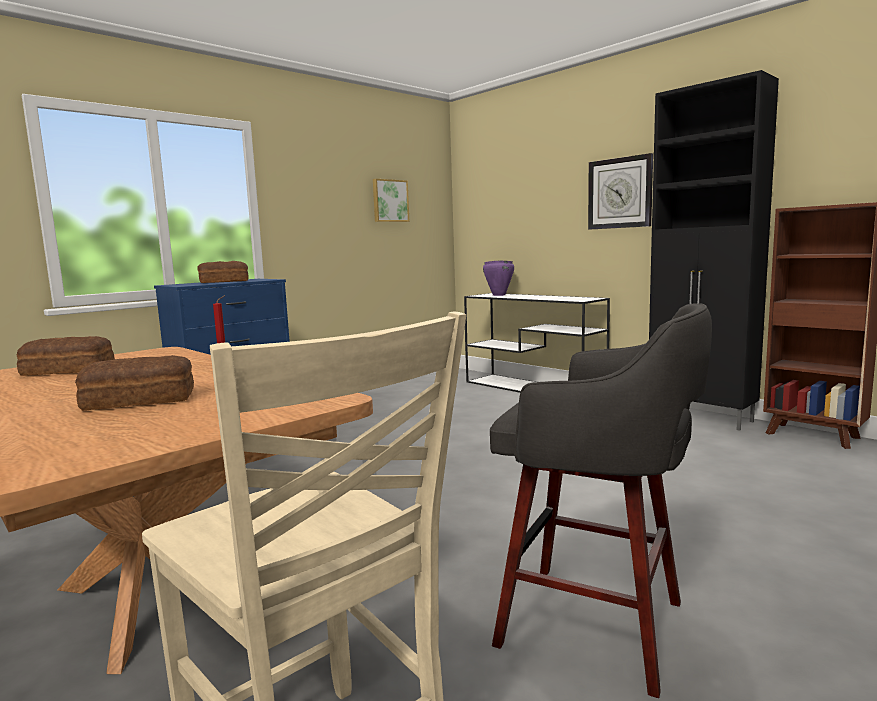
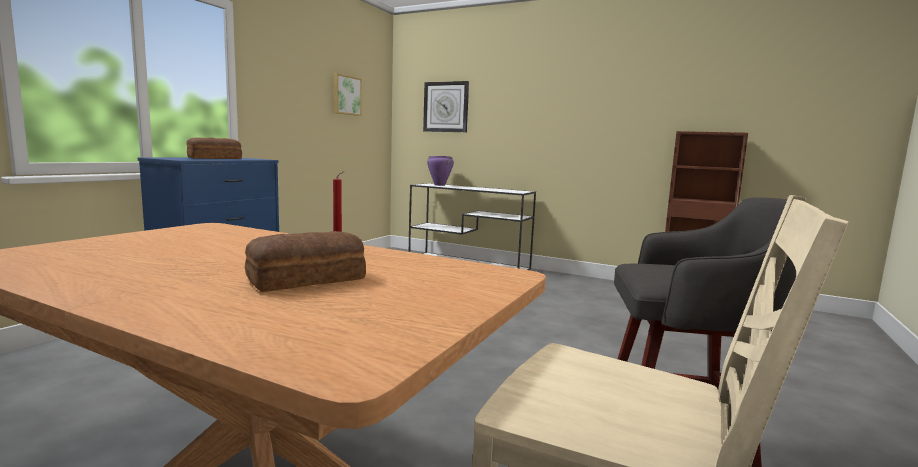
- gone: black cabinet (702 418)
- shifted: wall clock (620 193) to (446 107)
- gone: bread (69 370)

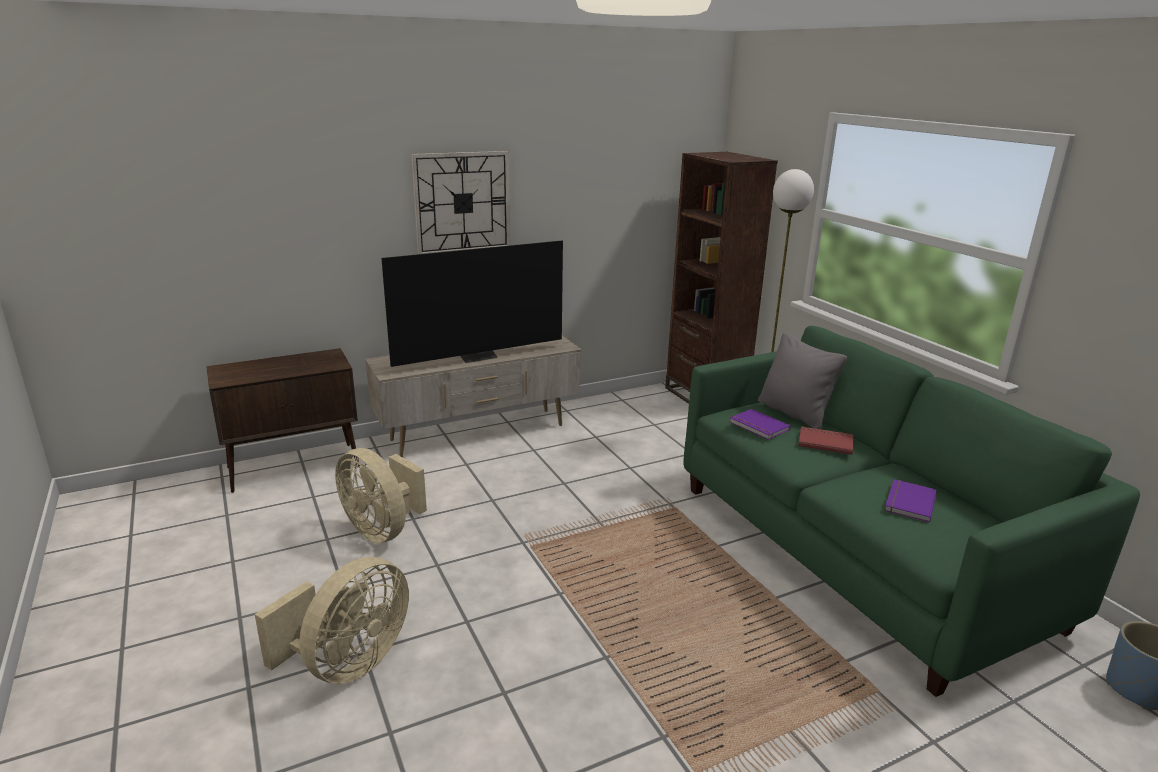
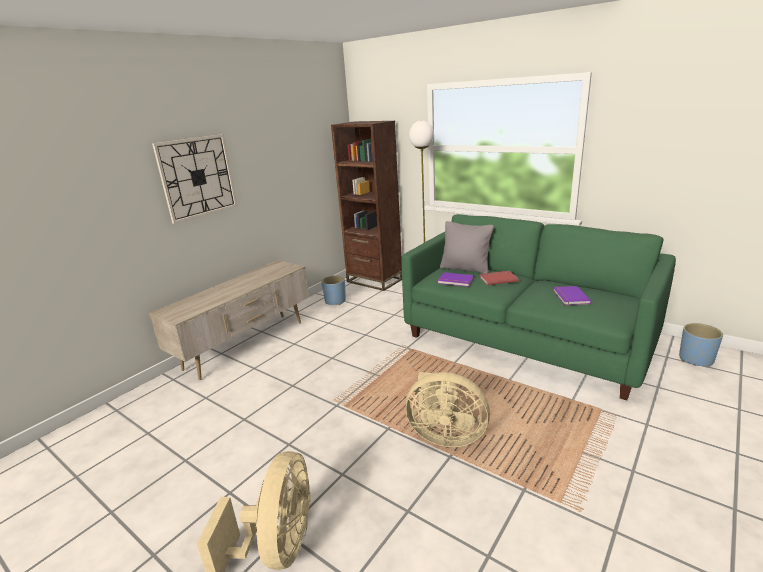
- gone: television (478 356)
- gone: brown cabinet (295 467)
- shifted: beige fan (382 530) to (445 435)
- new: blue planter (335 301)

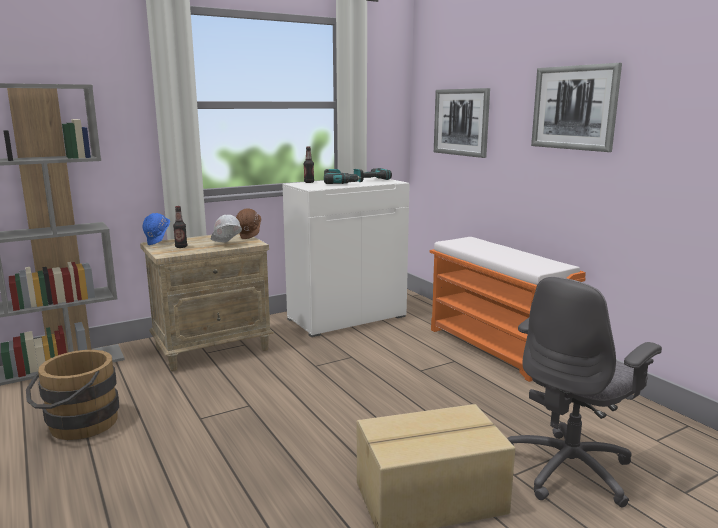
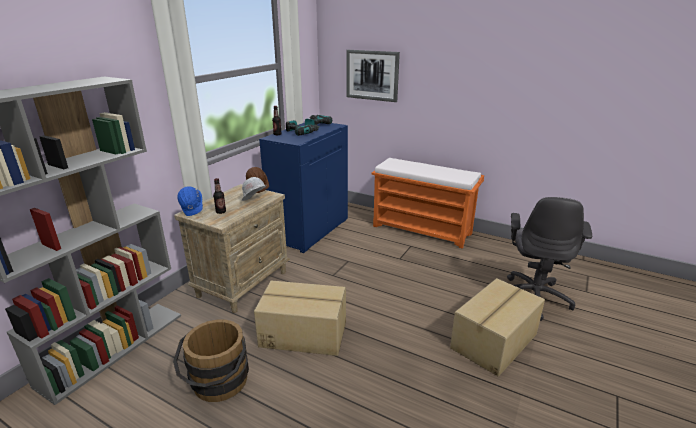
- gone: picture (574 108)
- repainted: white cabinet (347 317) to blue cabinet (309 230)
- new: cardboard box (303 333)

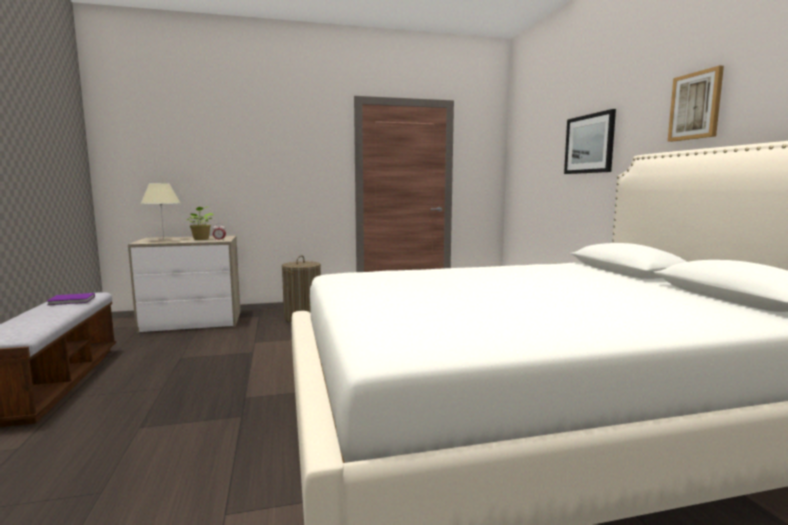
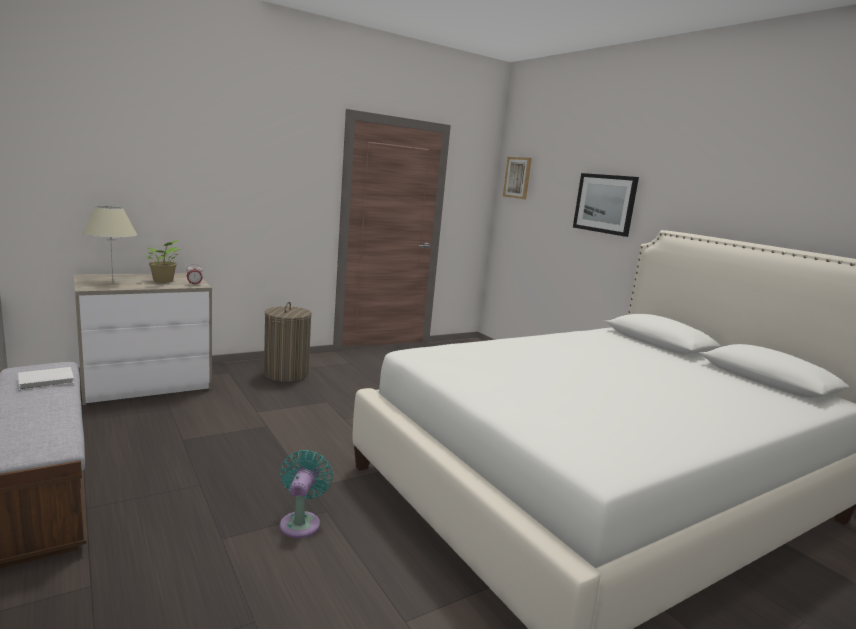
- shifted: picture (695 106) to (517 177)
- repainted: purple book (72 301) to white book (48 380)
- new: turquoise fan (301 522)

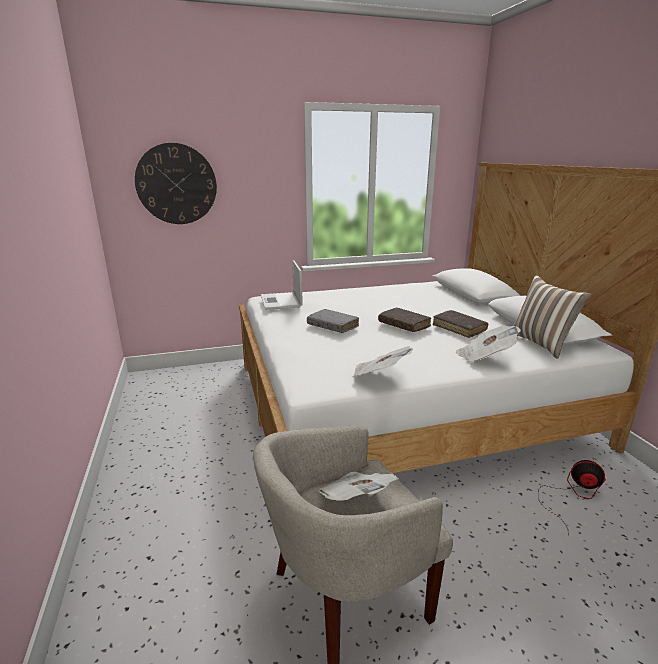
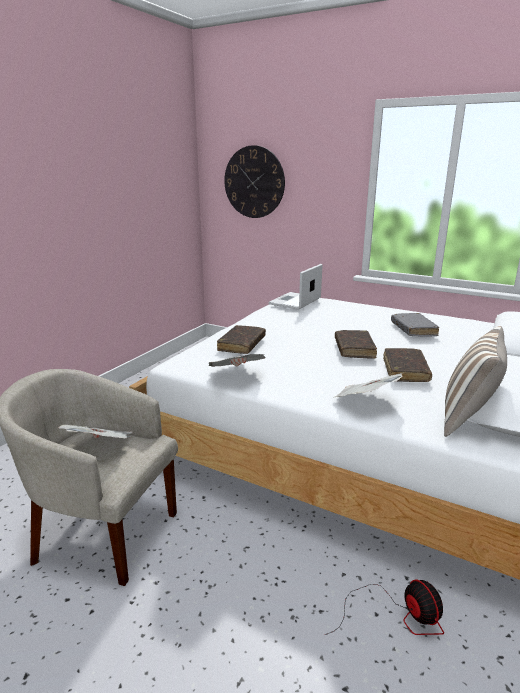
- shifted: grey book (332 326) to (413 330)
- new: brown book (242 345)

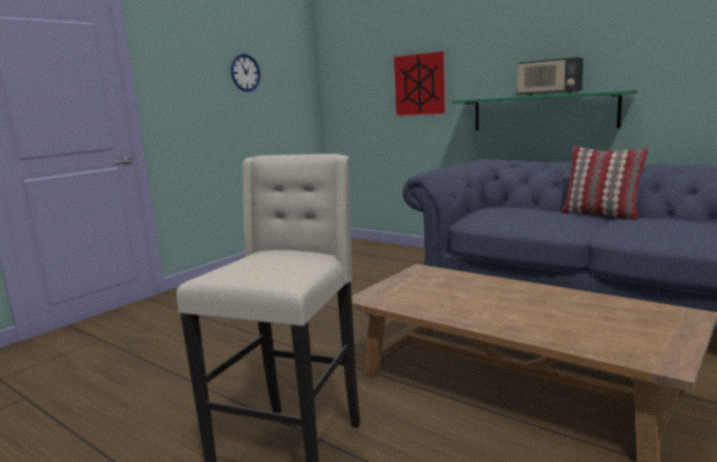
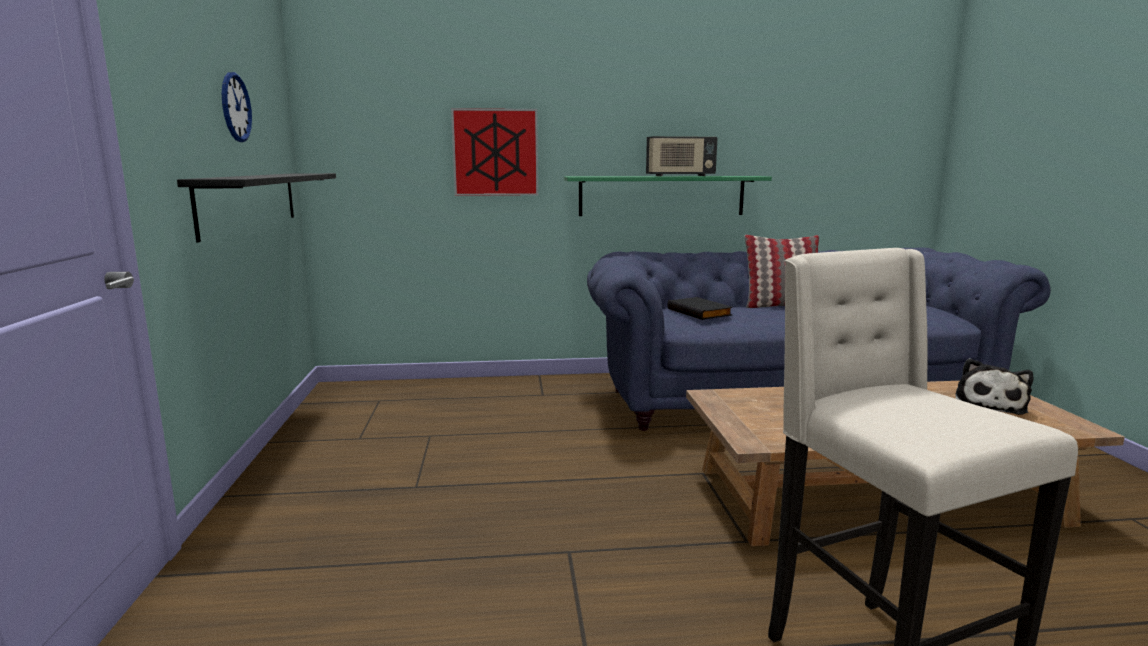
- new: black shelf (250 201)
- new: black book (700 312)
- new: plush toy (989 404)

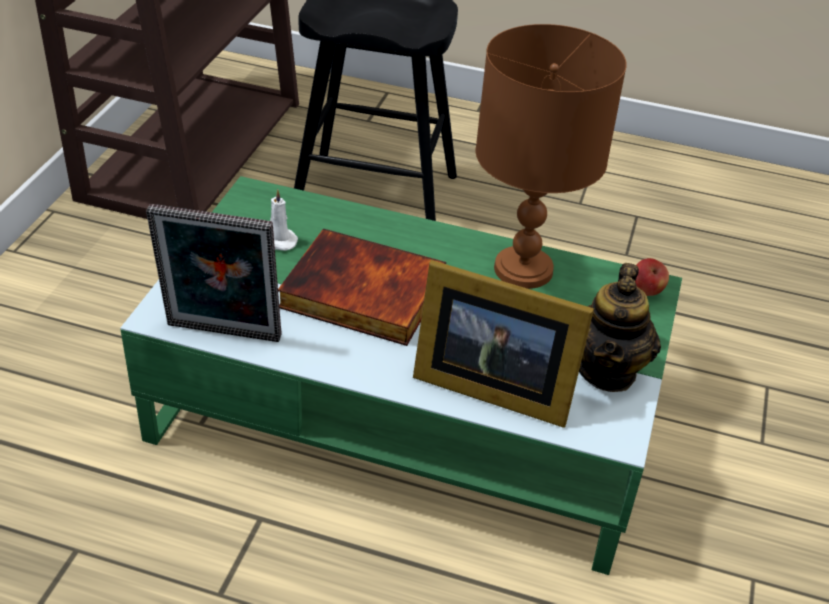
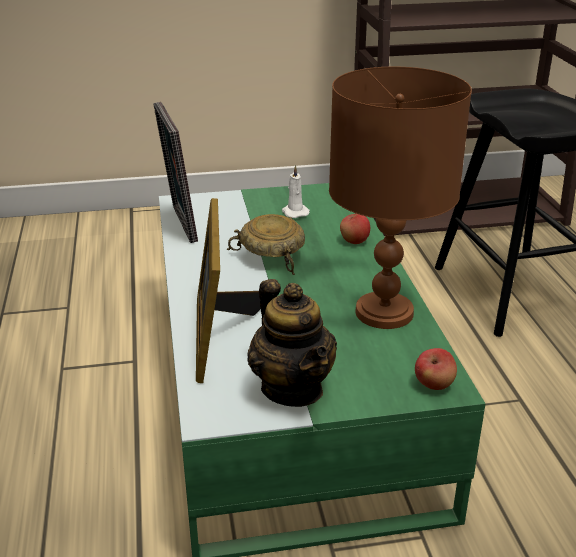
- swapped: book (360 294) to beige bowl (271 255)
- rotated: teapot (607 370) = (292 388) 105 degrees counterclockwise
- new: apple (354 241)

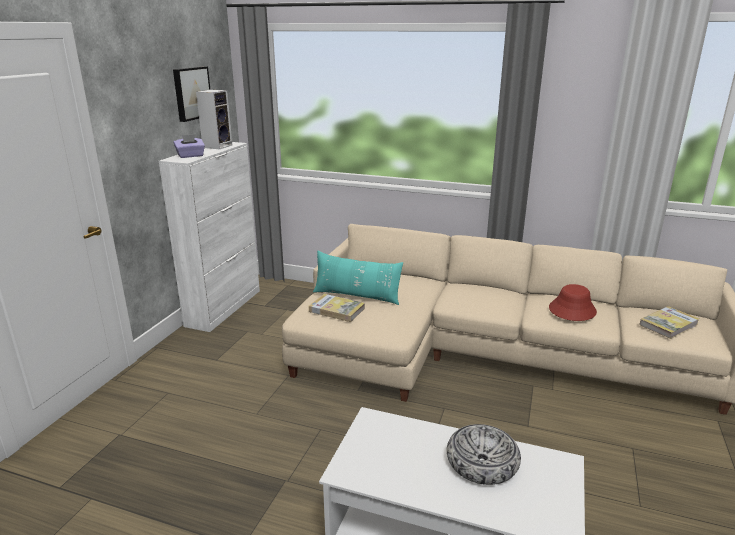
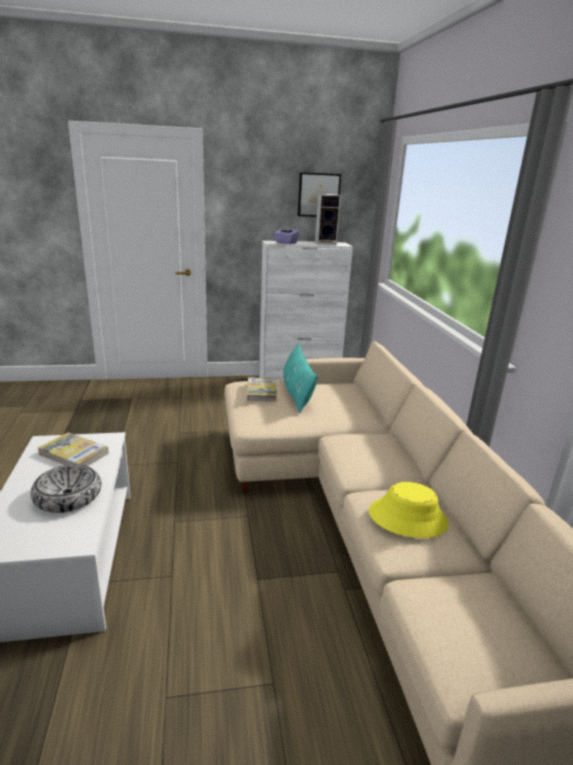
- repainted: red hat (572 310) to yellow hat (408 517)
- shifted: book (668 324) to (74 454)

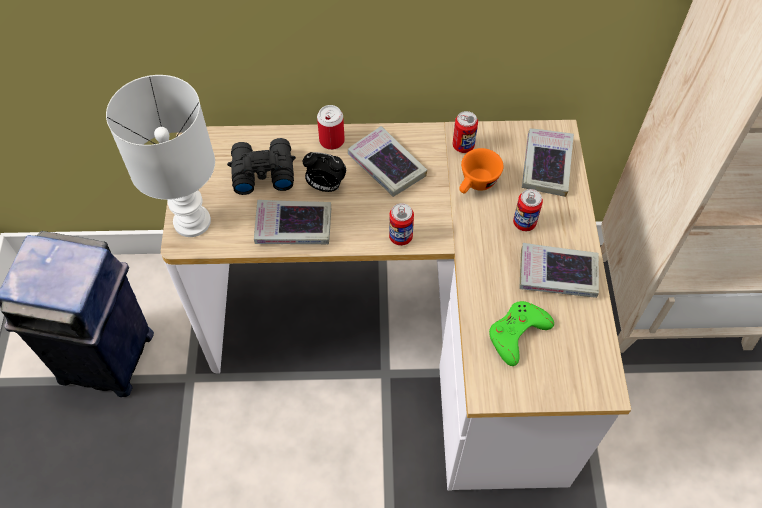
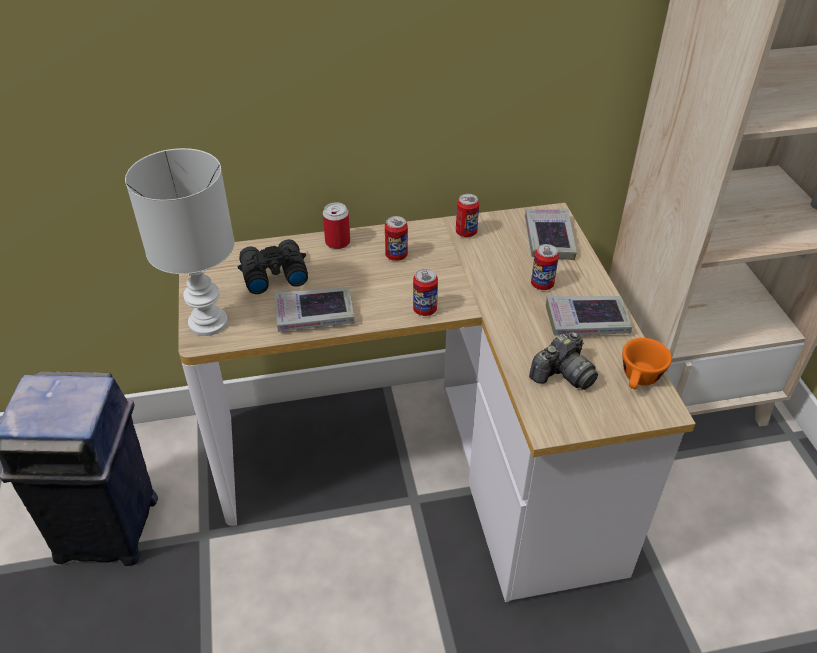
- swapped: book (386 166) to can (396 256)
- shifted: orange cup (476 184) to (639 380)
- gone: alarm clock (325 186)
- swapped: green game controller (517 334) to photo camera (563 374)

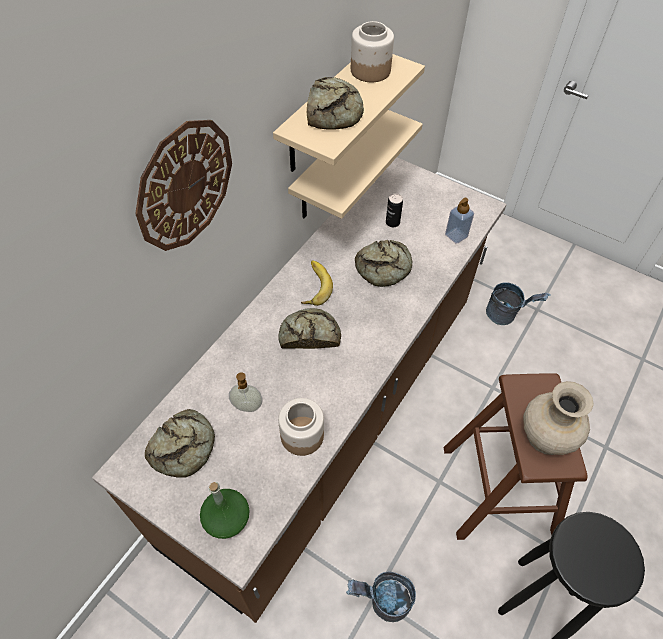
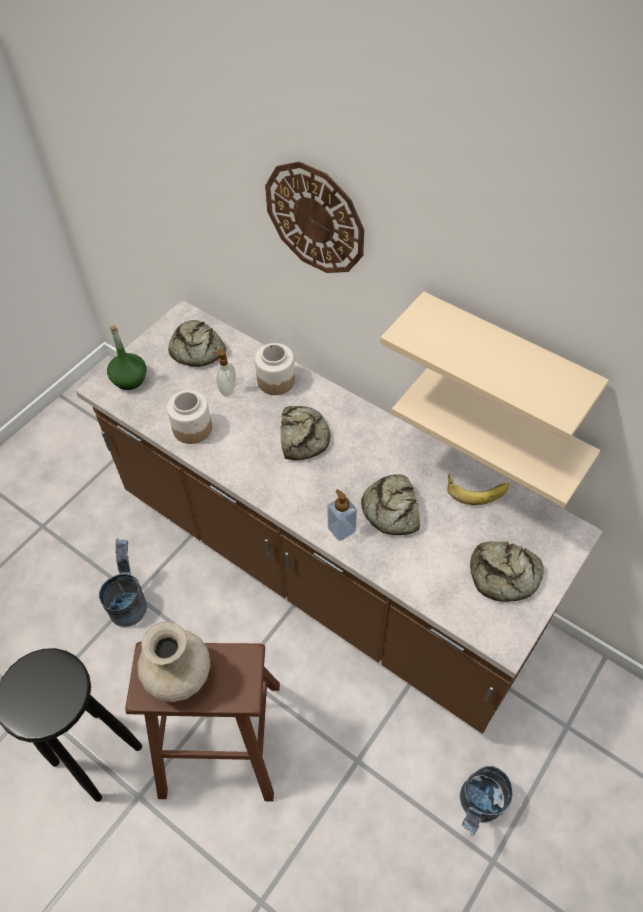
- shifted: jar (370 71) to (276 380)
- shifted: bread (334 111) to (504 576)
- gone: can (392 222)
- shifted: soap dispenser (456 235) to (341 529)
- shifted: banana (313 286) to (476 488)

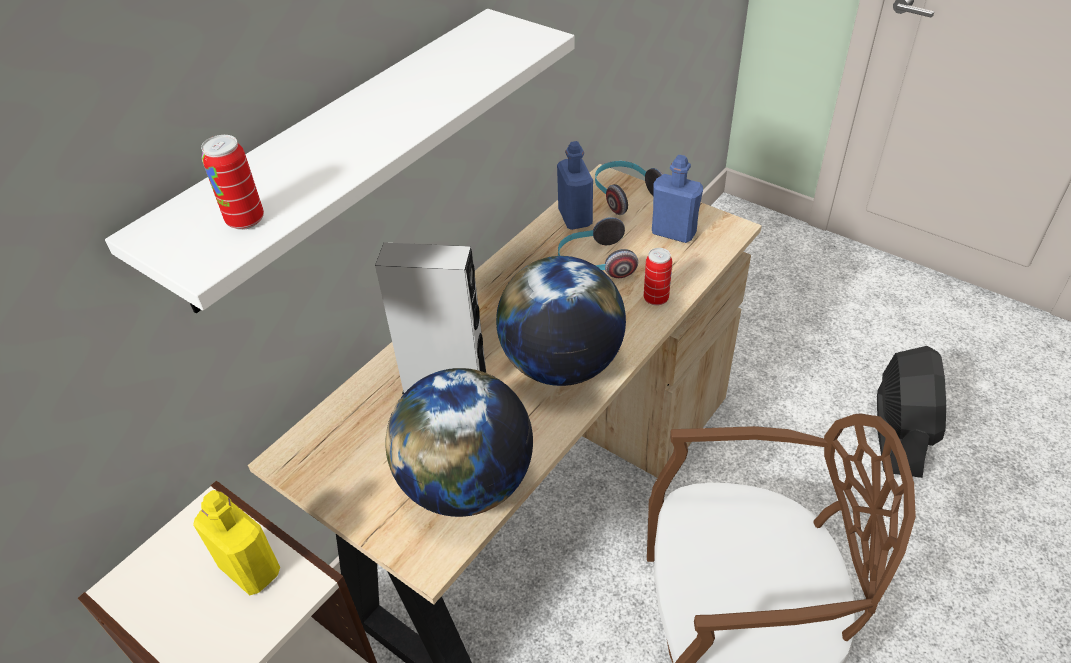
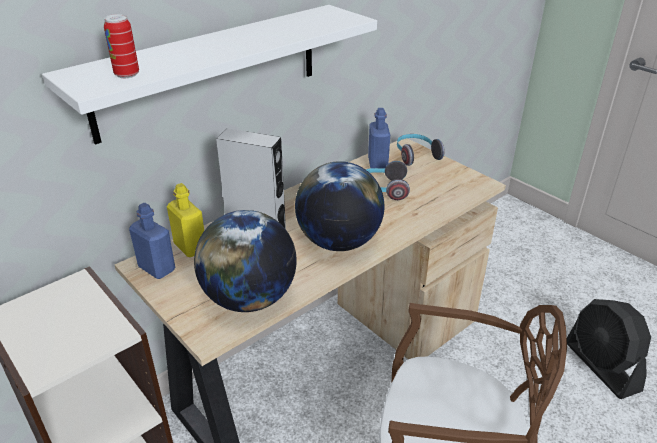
- shifted: blue bottle (673 232) to (157 268)
- gone: can (656 299)
- rotated: black fan (898 433) = (601 366) 135 degrees clockwise
- shifted: yellow bottle (250 569) to (190 247)

